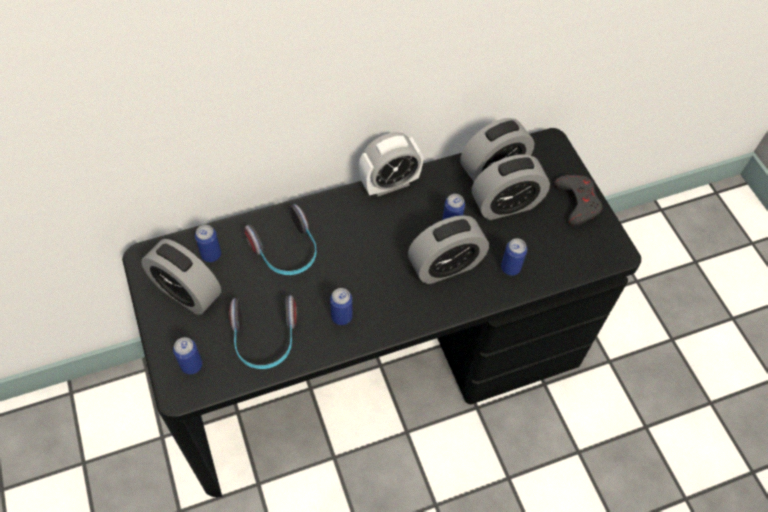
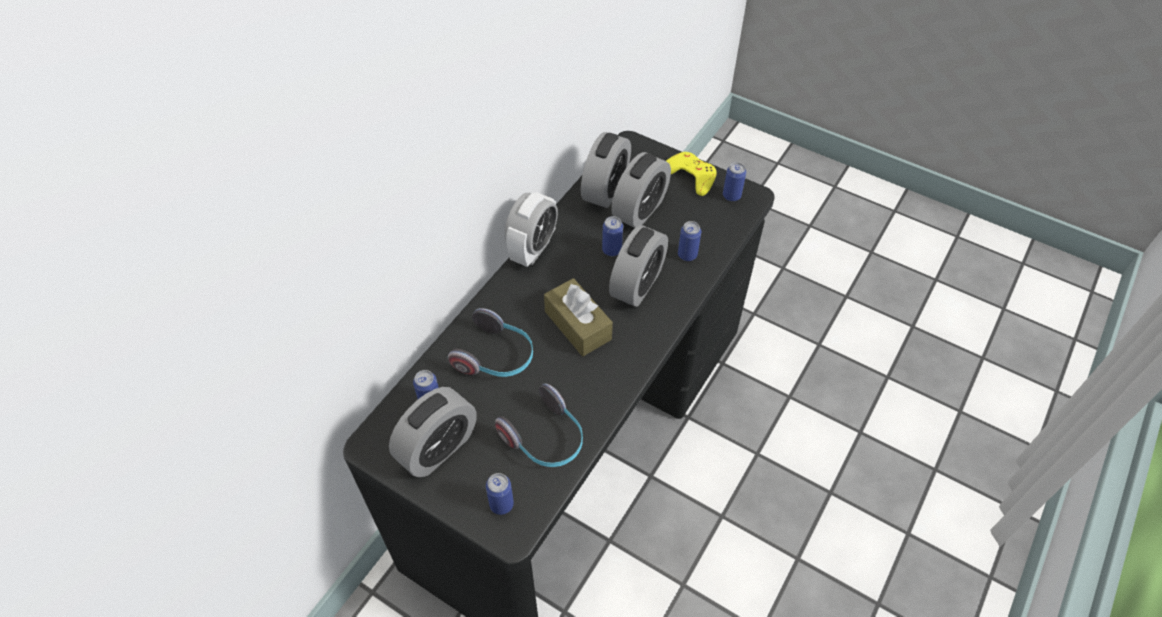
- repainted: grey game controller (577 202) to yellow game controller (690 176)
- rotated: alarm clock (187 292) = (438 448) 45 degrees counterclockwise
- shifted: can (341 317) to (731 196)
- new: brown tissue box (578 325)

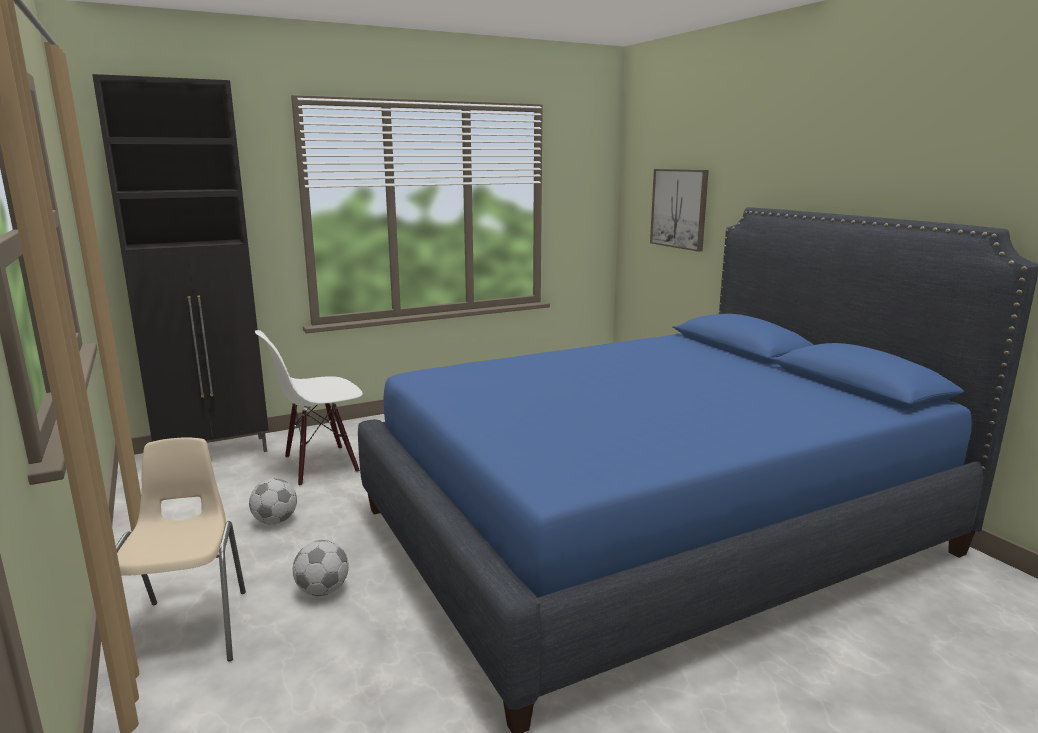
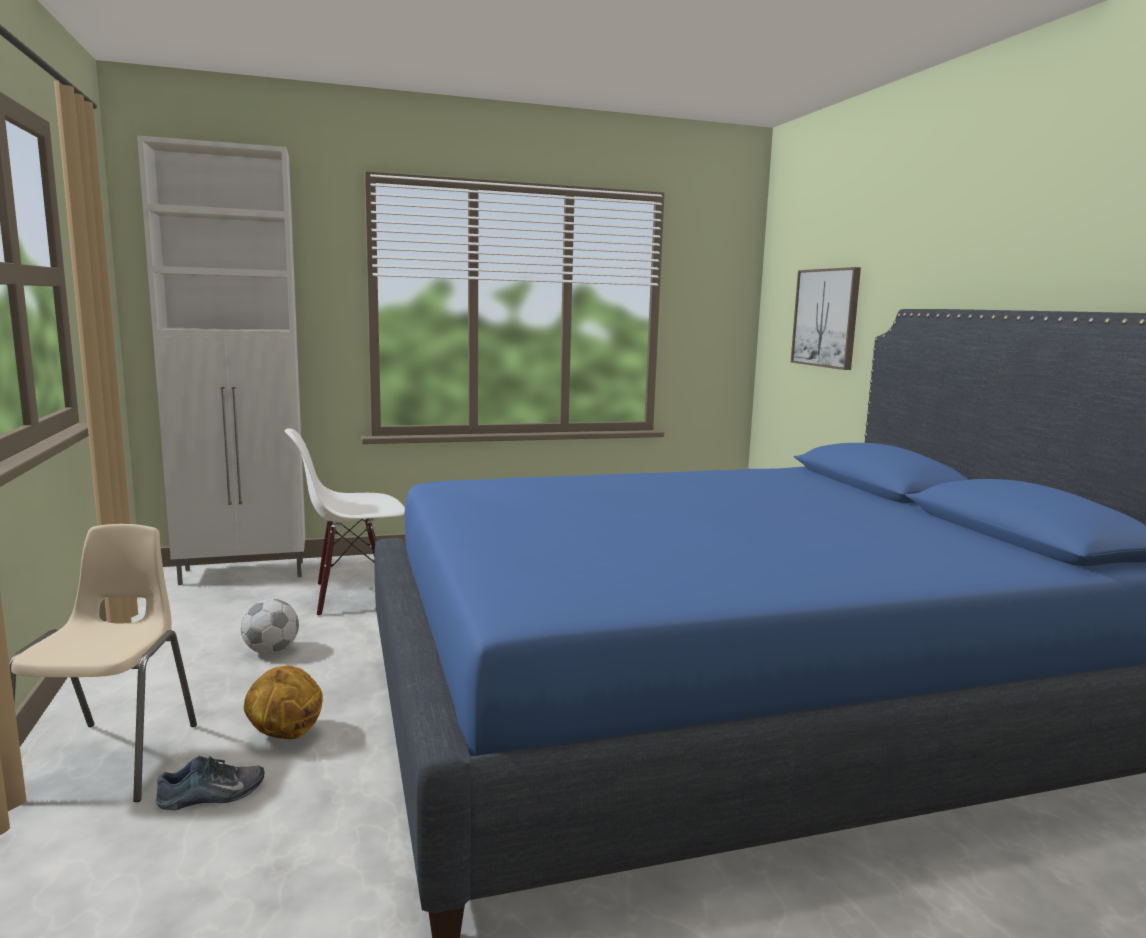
- repainted: black cabinet (215 453) to white cabinet (245 573)
- swapped: football (323 590) to basketball (285 735)
- new: shoe (212 796)

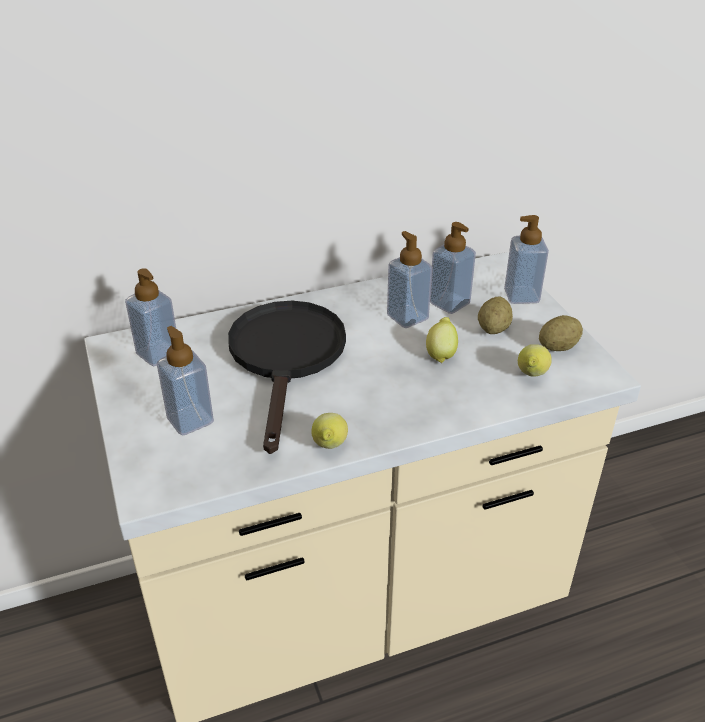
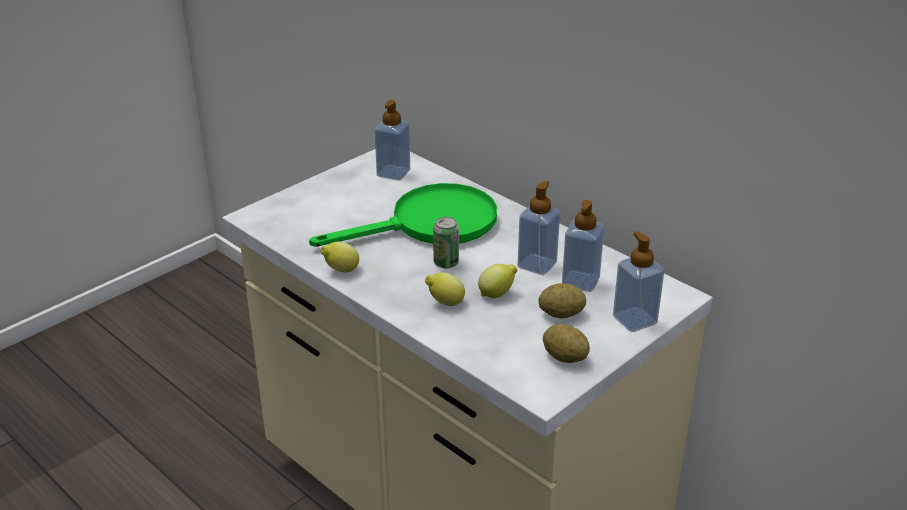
- repainted: black frying pan (287 358) to green frying pan (430 224)
- gone: soap dispenser (190 420)
- shifted: lemon (531 375) to (445 303)
- new: can (446 263)

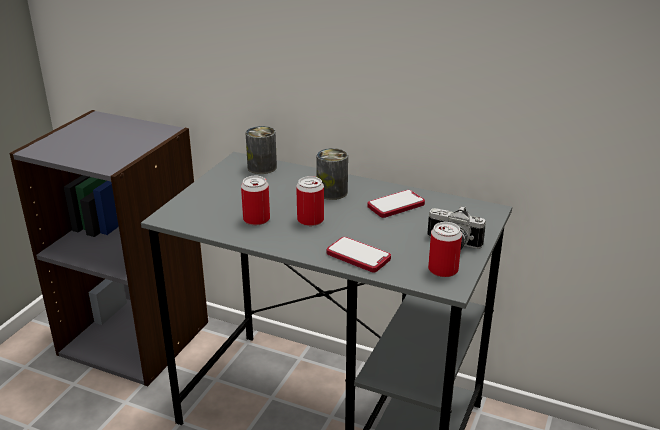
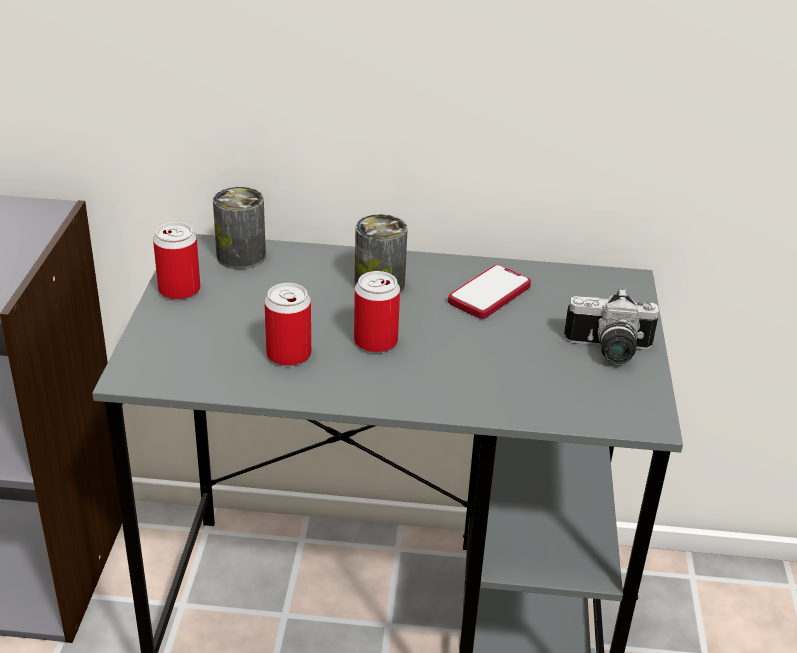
- shifted: can (443 270) to (179 290)
- gone: phone (358 256)

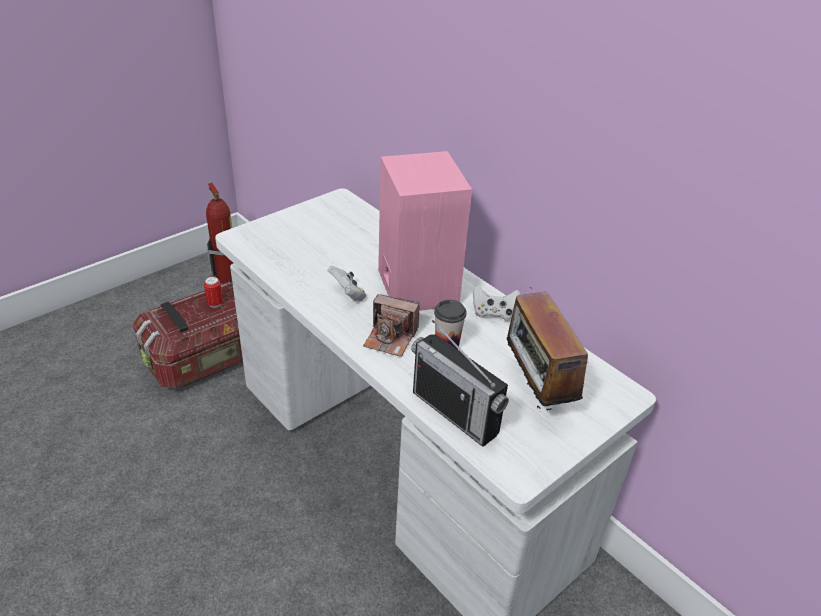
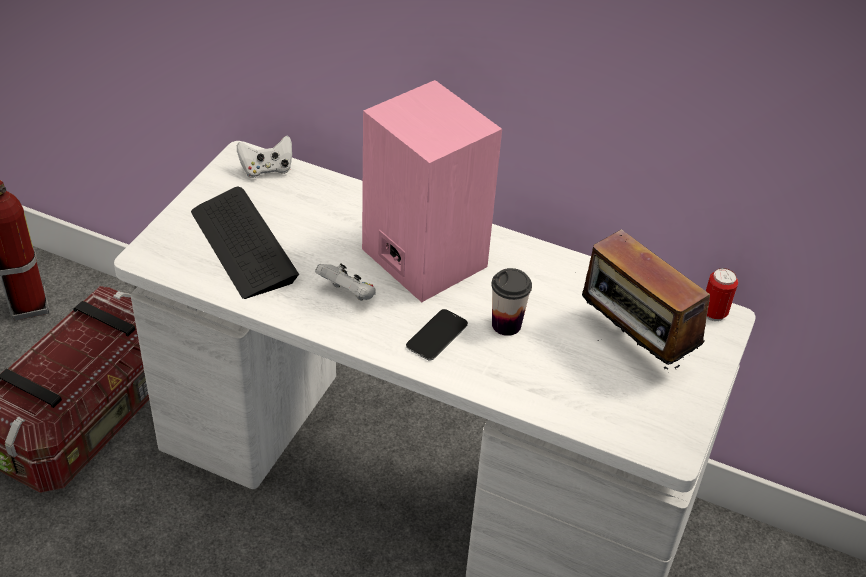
- shifted: can (215 303) to (713 313)
- shifted: white game controller (493 313) to (266 169)
- swapped: photo camera (390 338) to phone (437 336)
- gone: radio (455 413)
- new: keyboard (243 245)

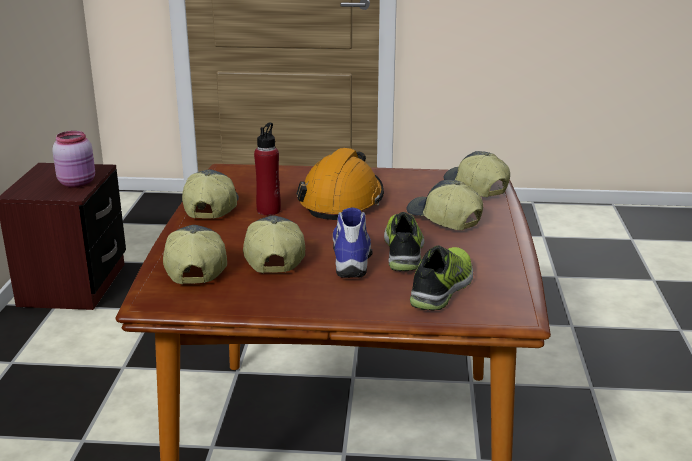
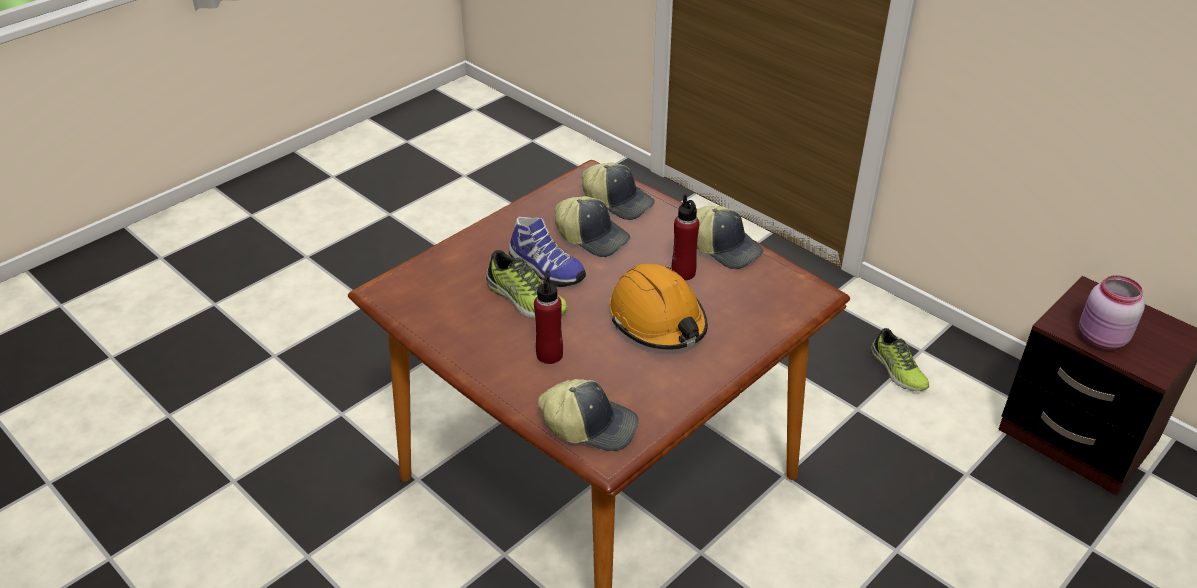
- swapped: cap (443 219) to red bottle (549 354)
- shifted: shoe (443 287) to (897 370)

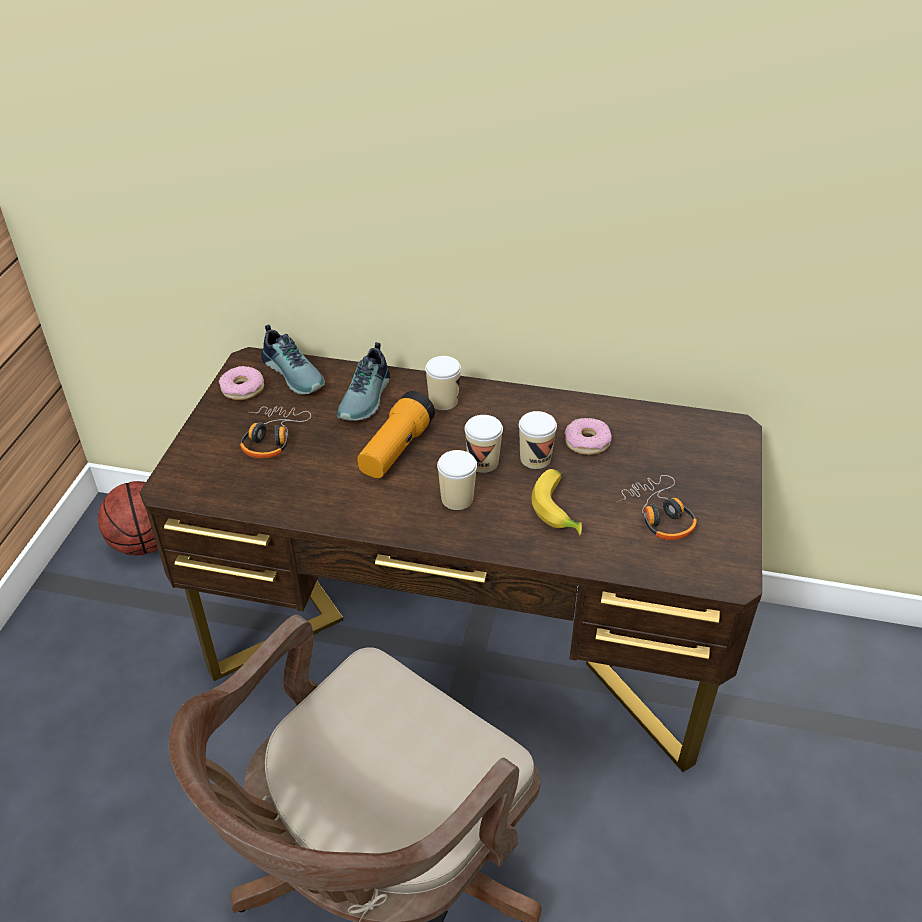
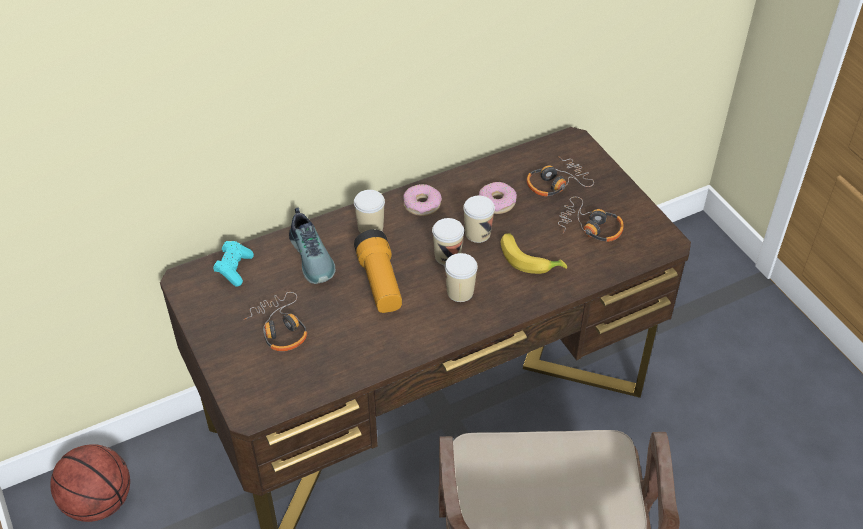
- swapped: shoe (295 373) to turquoise game controller (234 269)
- shifted: donut (242 389) to (422 204)
- new: headphones (556 183)

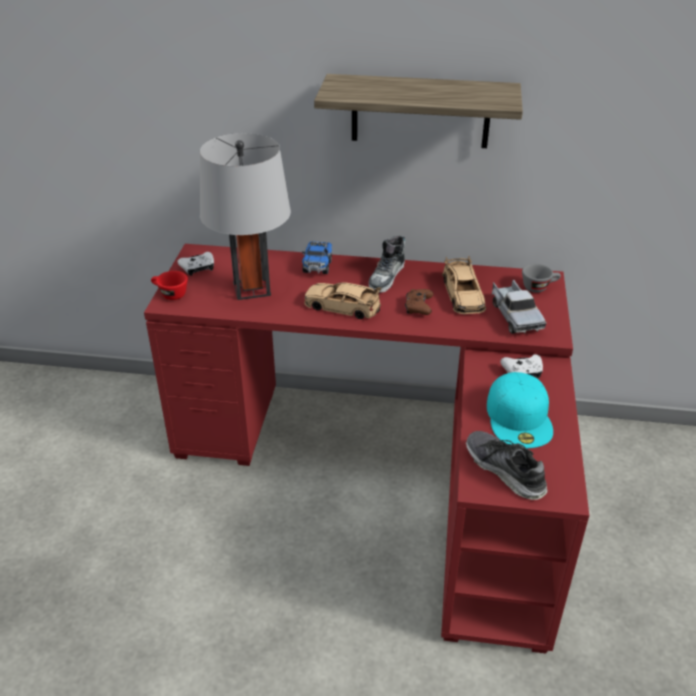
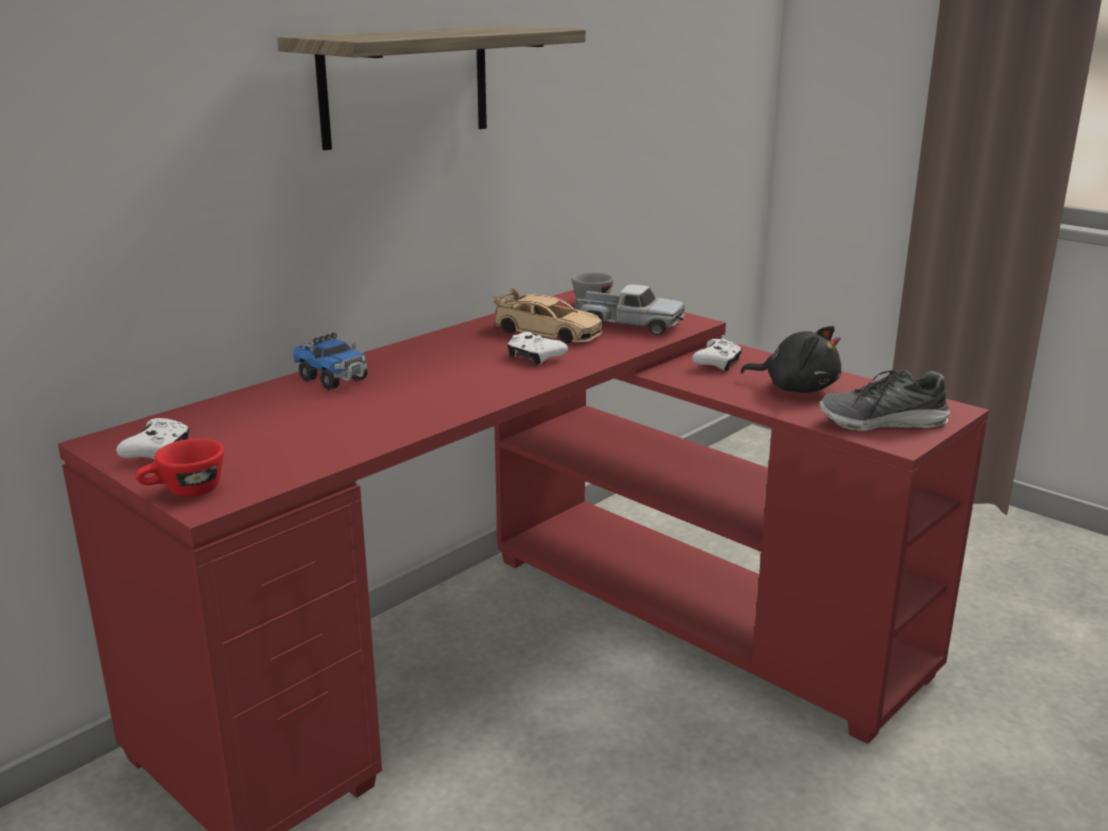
- gone: grey table lamp (251 289)
- gone: shoe (387 277)
- gone: beige toy car (342 306)
- repainted: brown game controller (418 307) to white game controller (534 357)
- swapped: turquoise cap (519 417) to black plush toy (796 388)

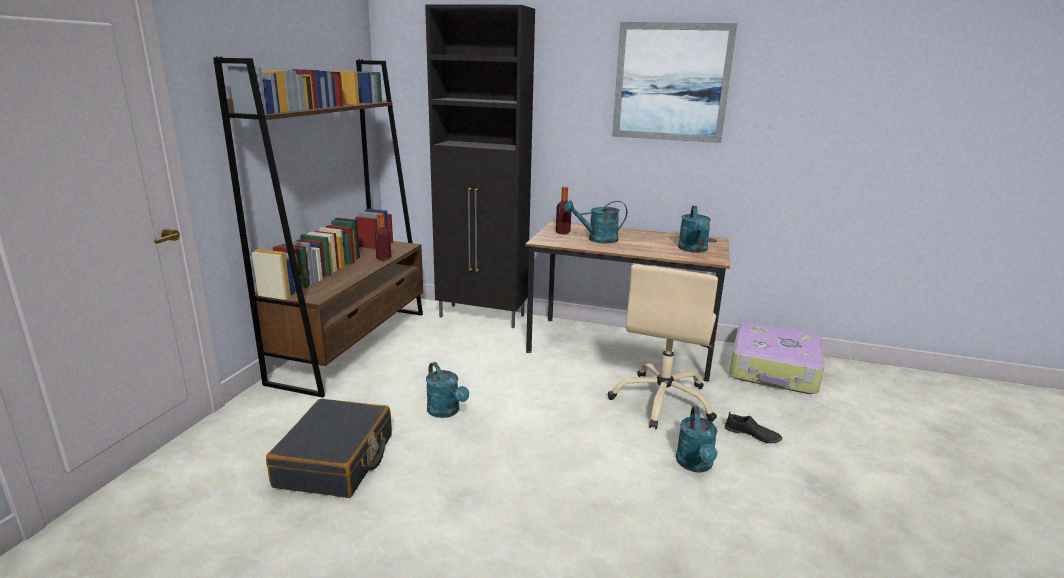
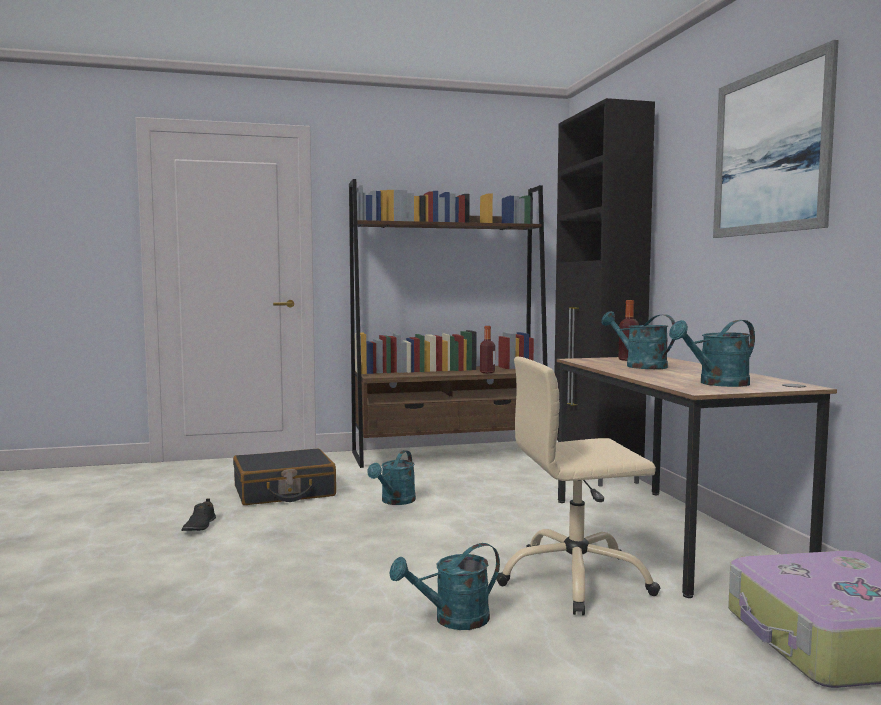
- shifted: black shoe (752 435) to (199 526)

